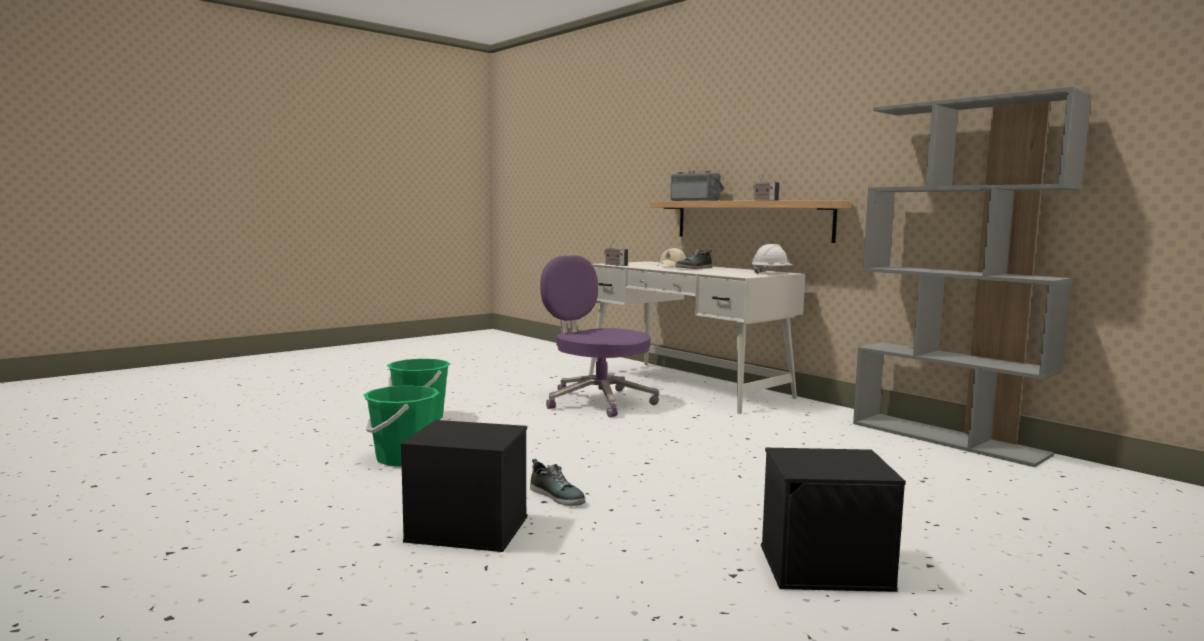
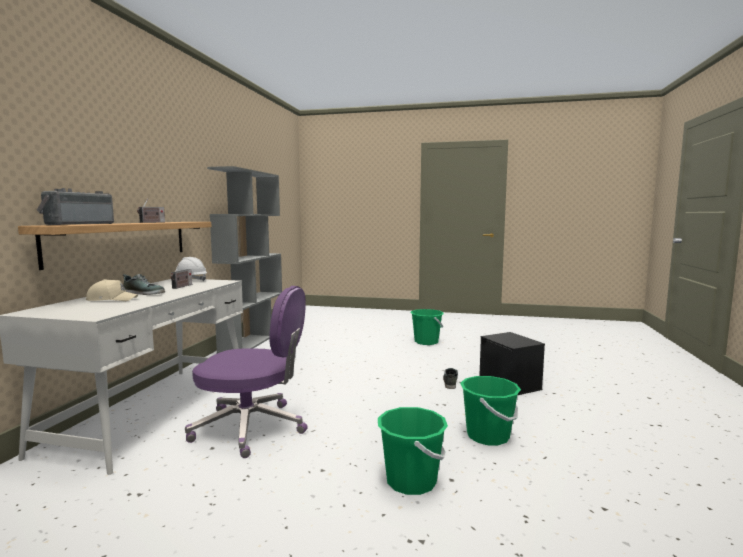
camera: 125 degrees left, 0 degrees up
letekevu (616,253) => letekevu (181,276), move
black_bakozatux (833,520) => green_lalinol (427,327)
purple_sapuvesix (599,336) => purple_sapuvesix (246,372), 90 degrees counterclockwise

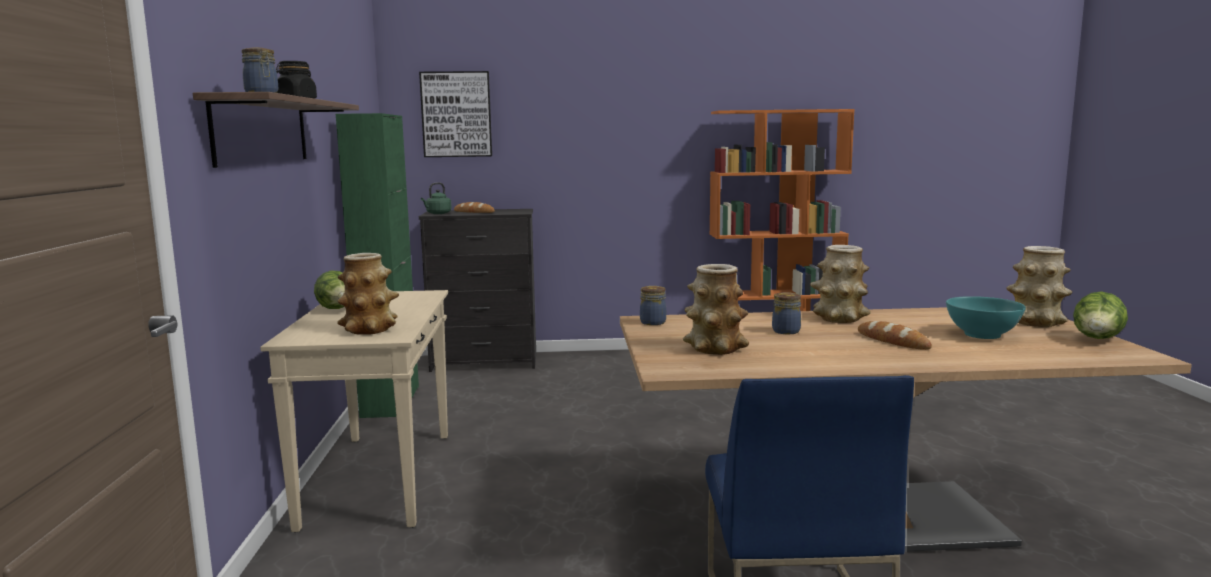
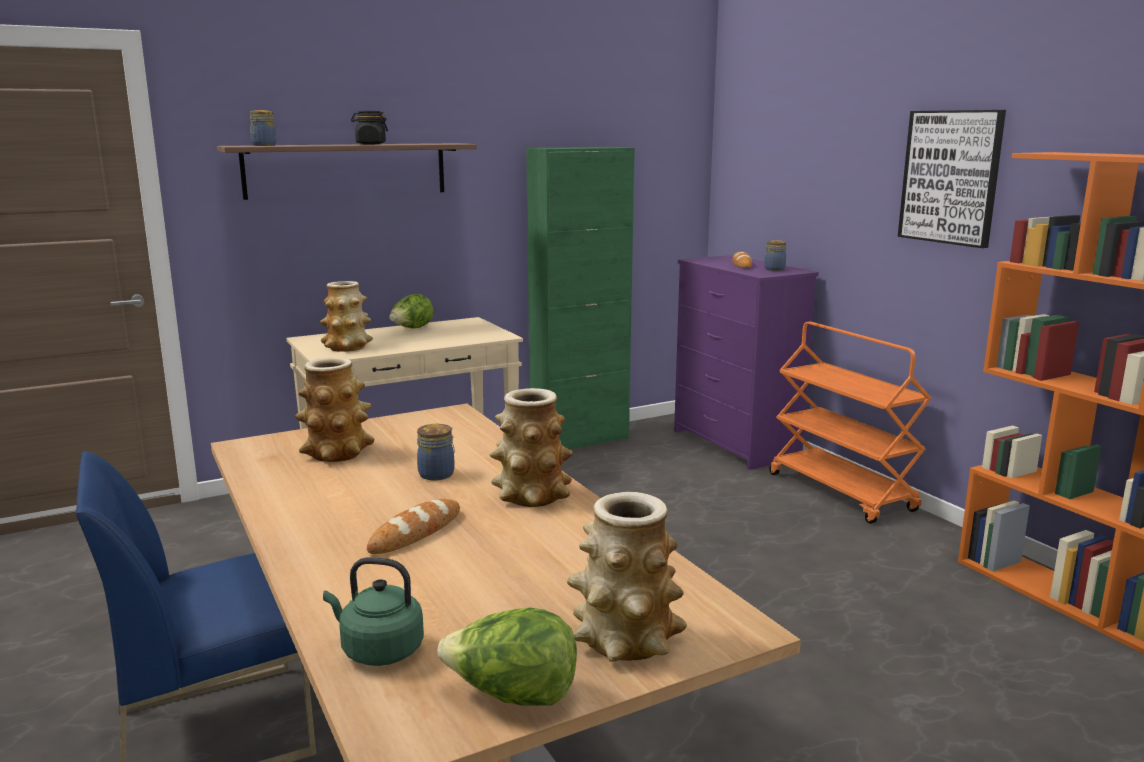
camera: 65 degrees right, 5 degrees up
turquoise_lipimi (986,317) => nothing
nothing => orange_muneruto (850,423)
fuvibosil (455,114) => fuvibosil (952,179), move
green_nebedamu (436,198) => green_nebedamu (373,611), move
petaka (653,305) => petaka (775,255), move
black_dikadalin (477,290) => purple_dikadalin (746,362)

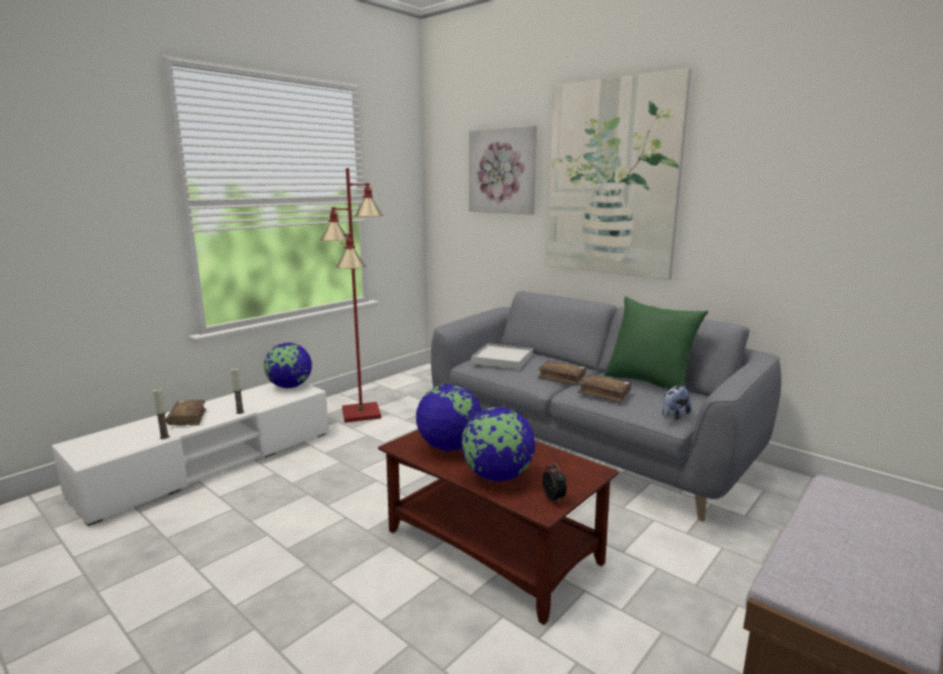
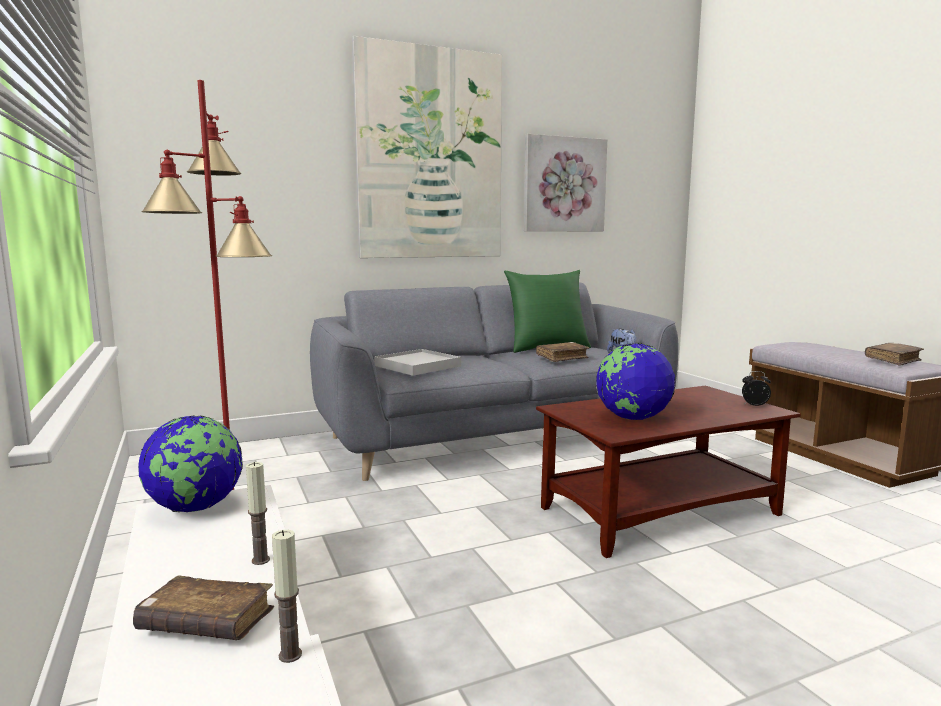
camera: 65 degrees left, 5 degrees down
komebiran (498,444) => nothing
fuvibosil (503,170) => fuvibosil (565,182), move
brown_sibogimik (562,373) => brown_sibogimik (894,354), move

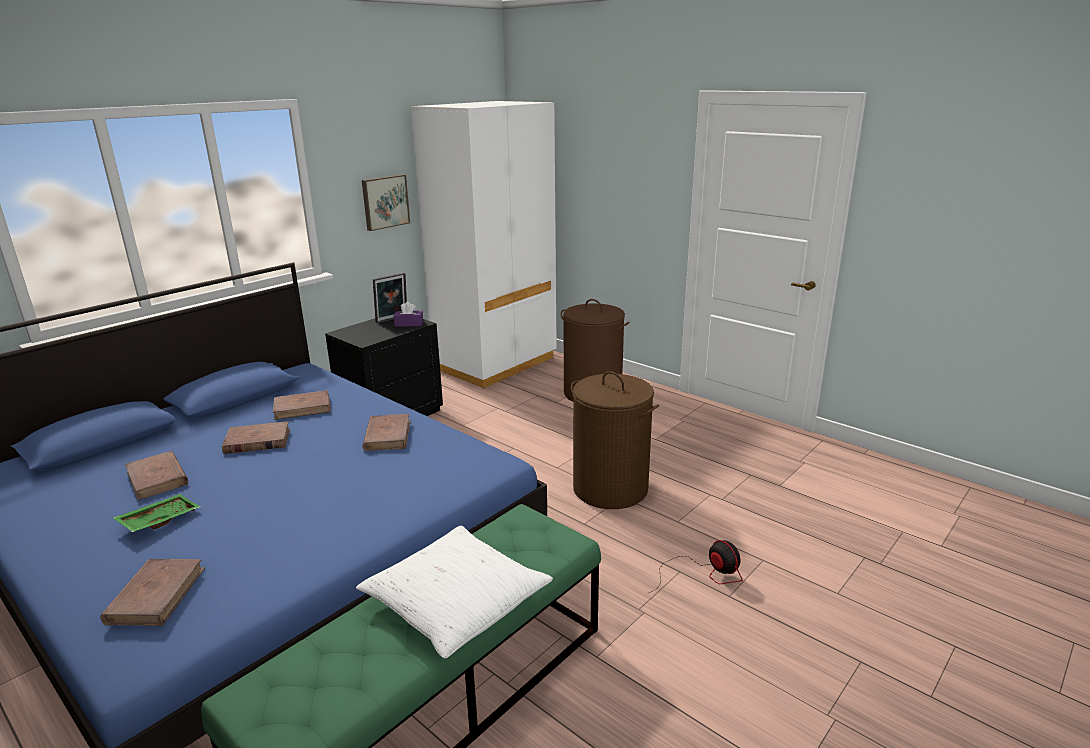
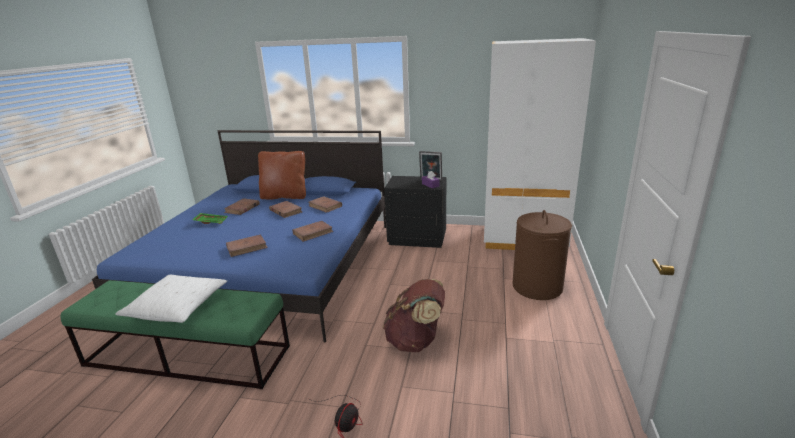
camera: 60 degrees right, 0 degrees up
fuvibosil (386,202) => nothing
nothing => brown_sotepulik (282,175)
brown_sibogimik (152,592) => brown_sibogimik (247,245), move
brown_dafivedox (615,440) => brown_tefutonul (414,315)

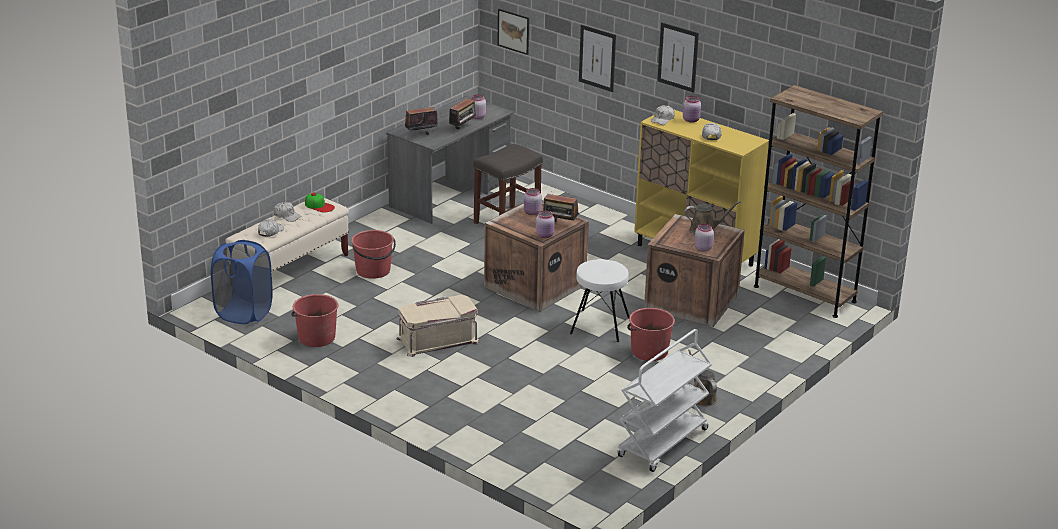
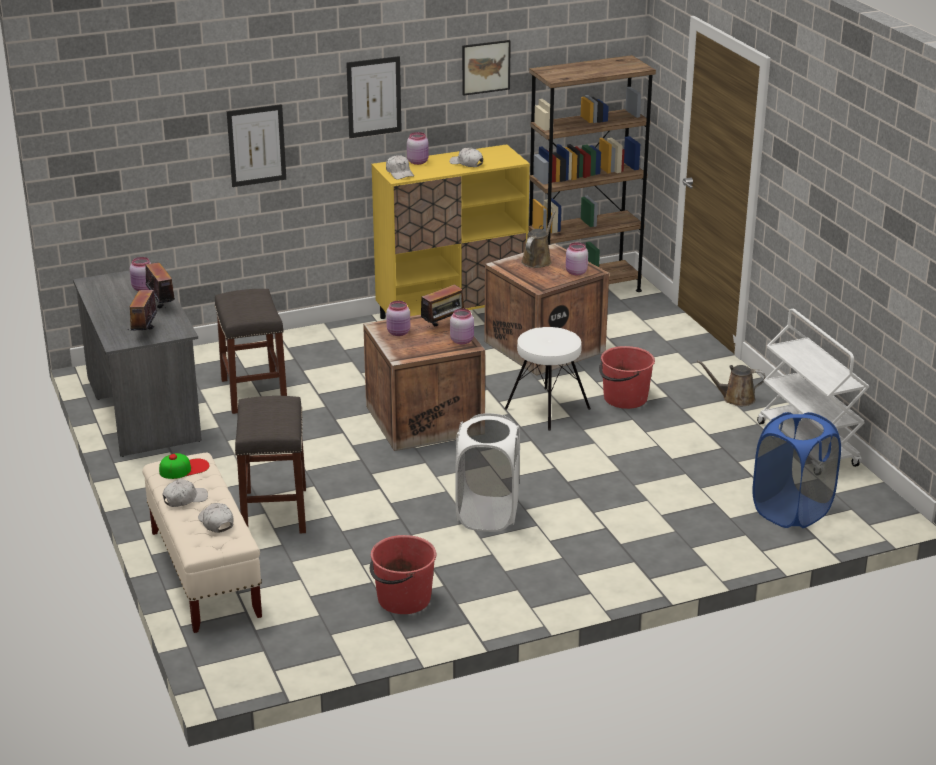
camera: 60 degrees left, 0 degrees up
blue_dafivedox (242,282) => blue_dafivedox (797,470), move
fuvibosil (513,32) => fuvibosil (486,68), move
red_lalinol (373,254) => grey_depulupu (270,464)
beige_bakozatux (438,326) => white_dafivedox (487,472)

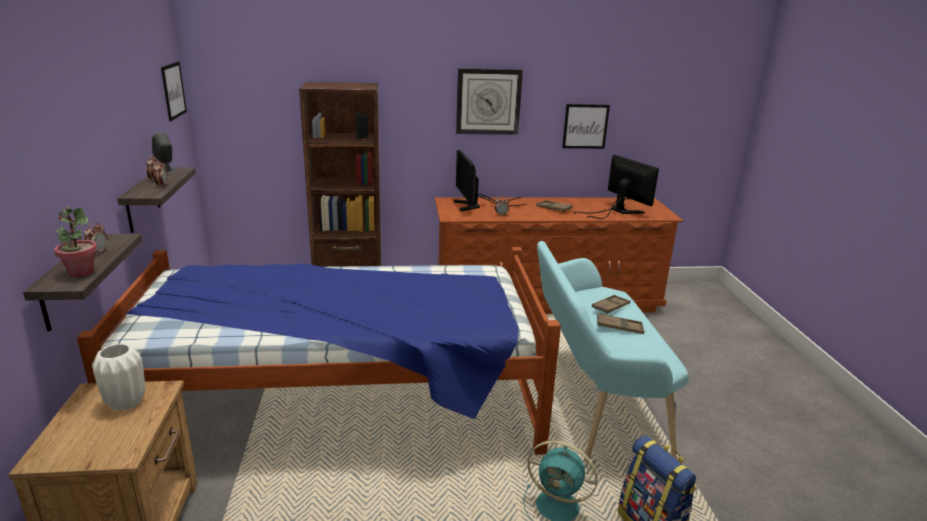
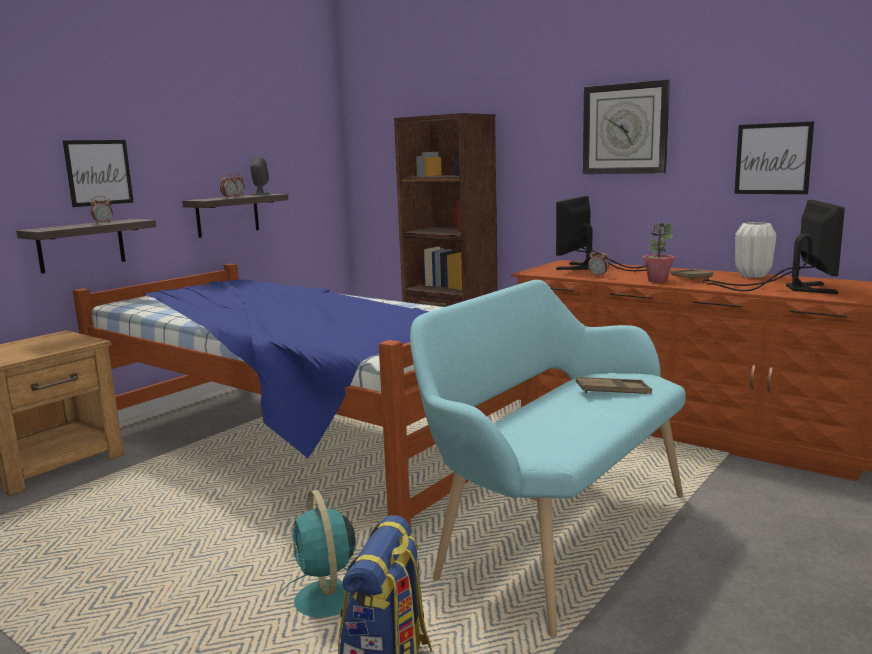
camera: 45 degrees right, 10 degrees down
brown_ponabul (620,323) => nothing
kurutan (75,242) => kurutan (659,253), move
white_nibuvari (119,377) => white_nibuvari (755,250), move
fuvibosil (174,91) => fuvibosil (98,173), move

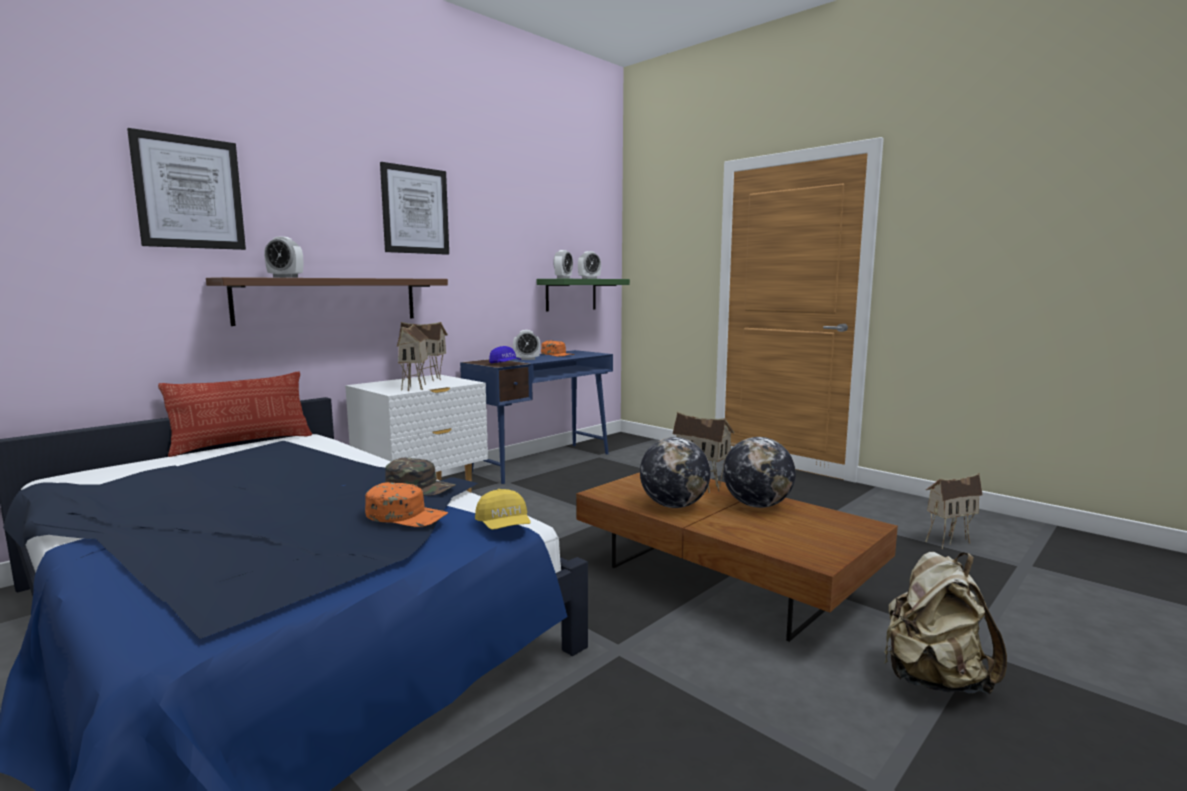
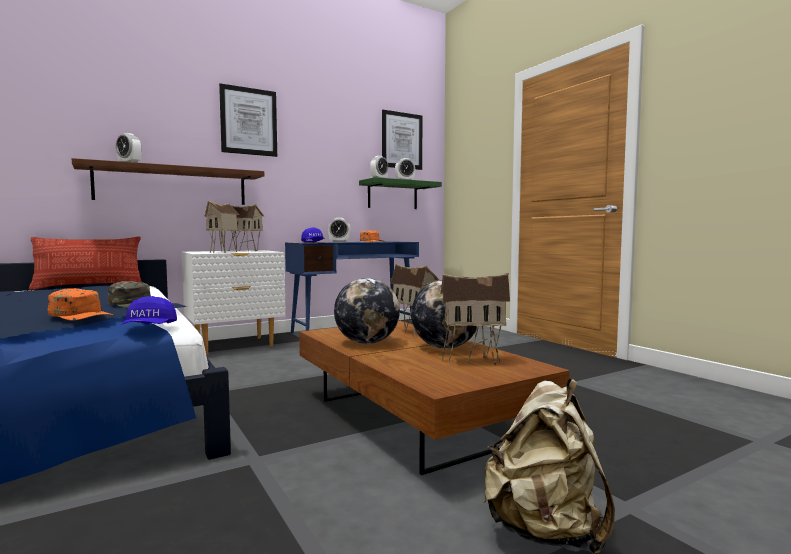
camera: 15 degrees right, 5 degrees down
fuvibosil (186,189) => fuvibosil (402,140), move
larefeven (954,511) => larefeven (475,320), move
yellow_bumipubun (503,509) => blue_bumipubun (149,310)

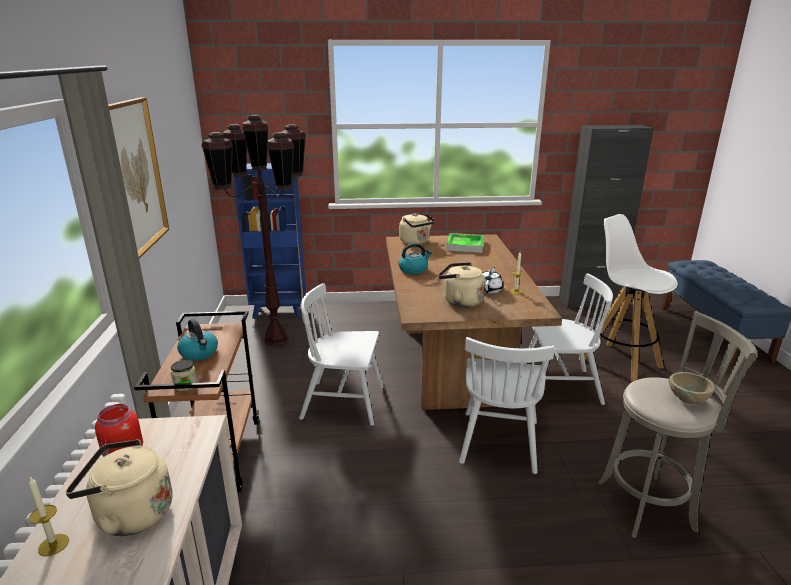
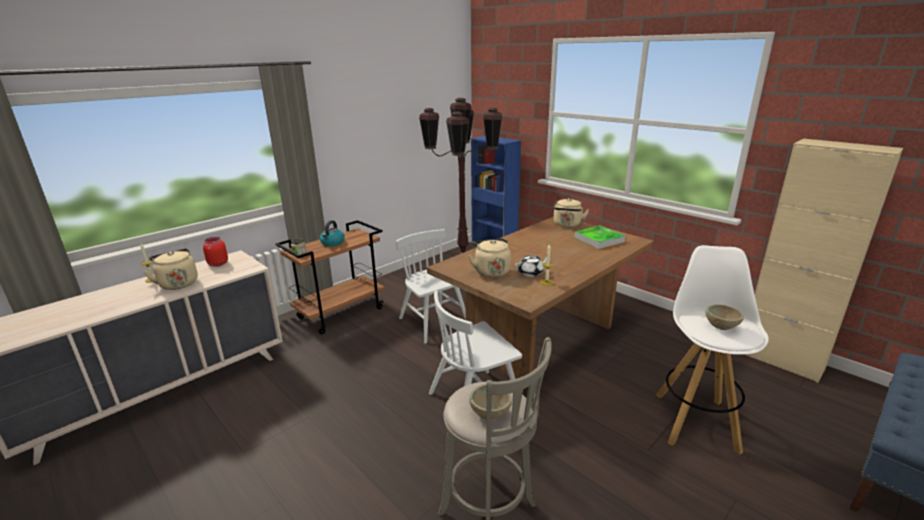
camera: 50 degrees right, 0 degrees up
fuvibosil (138,178) => nothing
nebedamu (415,258) => nothing
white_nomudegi (568,339) => nothing
nothing => beige_lipimi (724,317)
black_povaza (606,216) => beige_povaza (823,260)

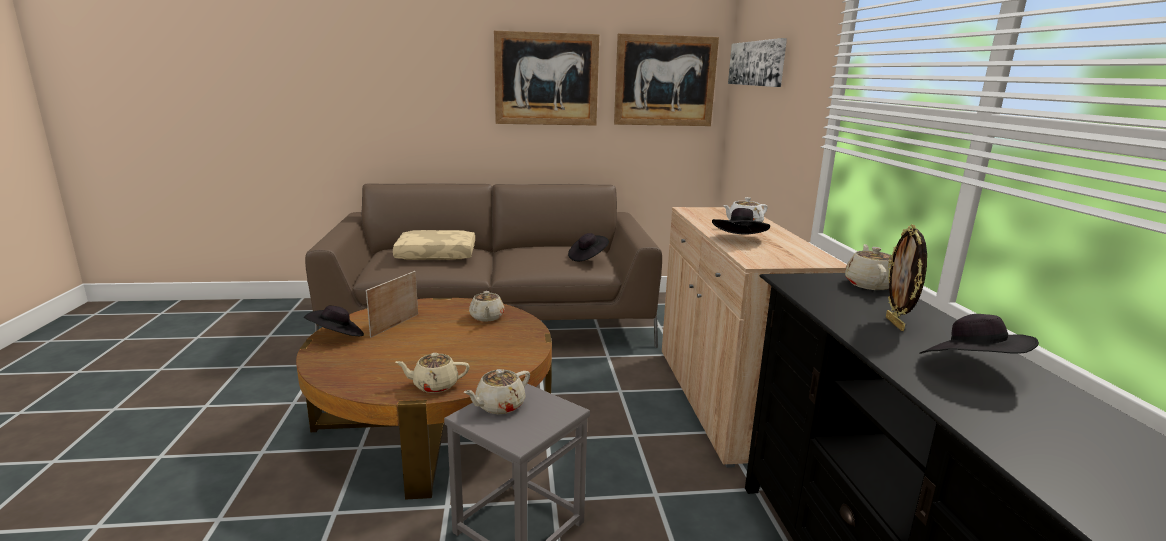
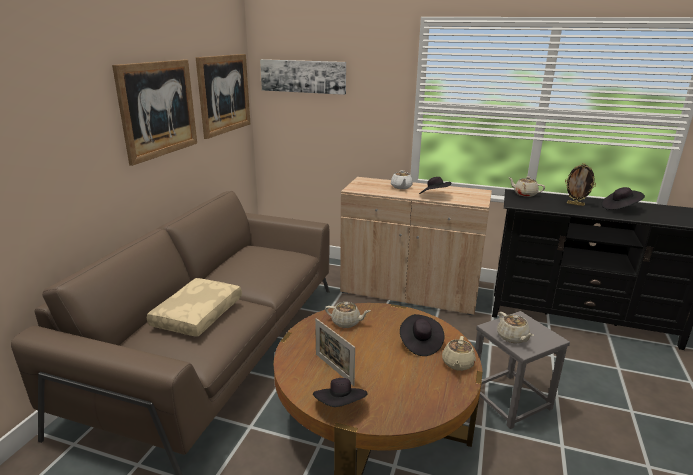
camera: 65 degrees left, 5 degrees up
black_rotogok (588,247) => black_rotogok (422,335), move

